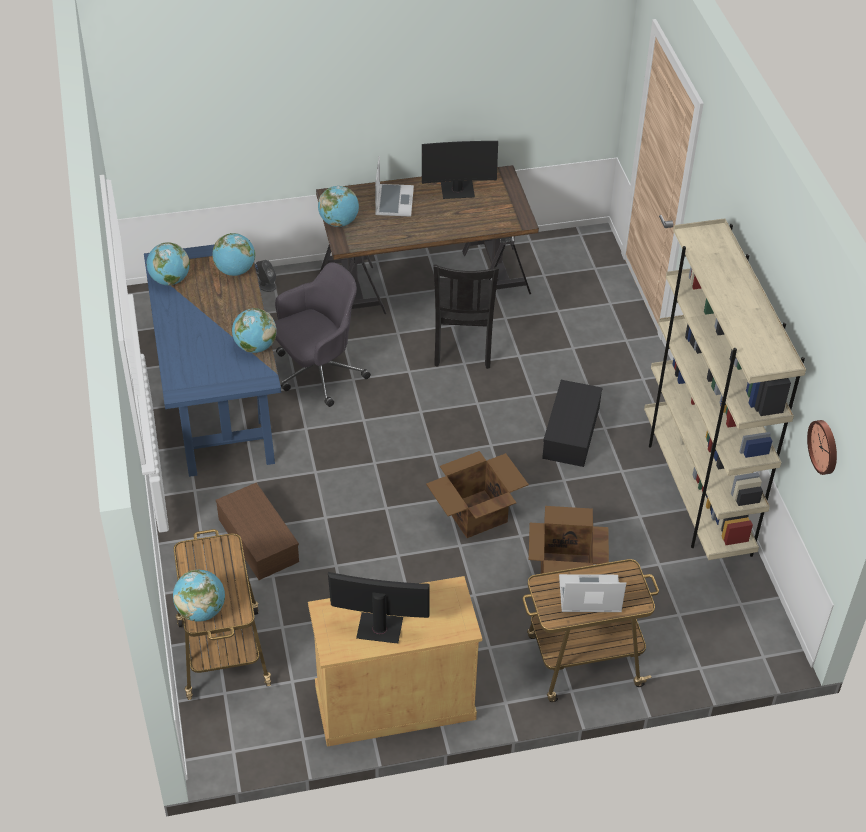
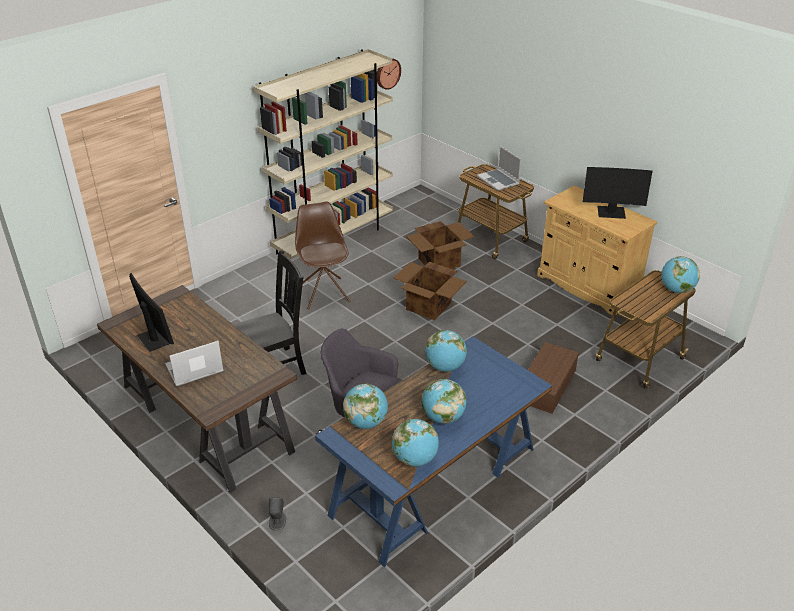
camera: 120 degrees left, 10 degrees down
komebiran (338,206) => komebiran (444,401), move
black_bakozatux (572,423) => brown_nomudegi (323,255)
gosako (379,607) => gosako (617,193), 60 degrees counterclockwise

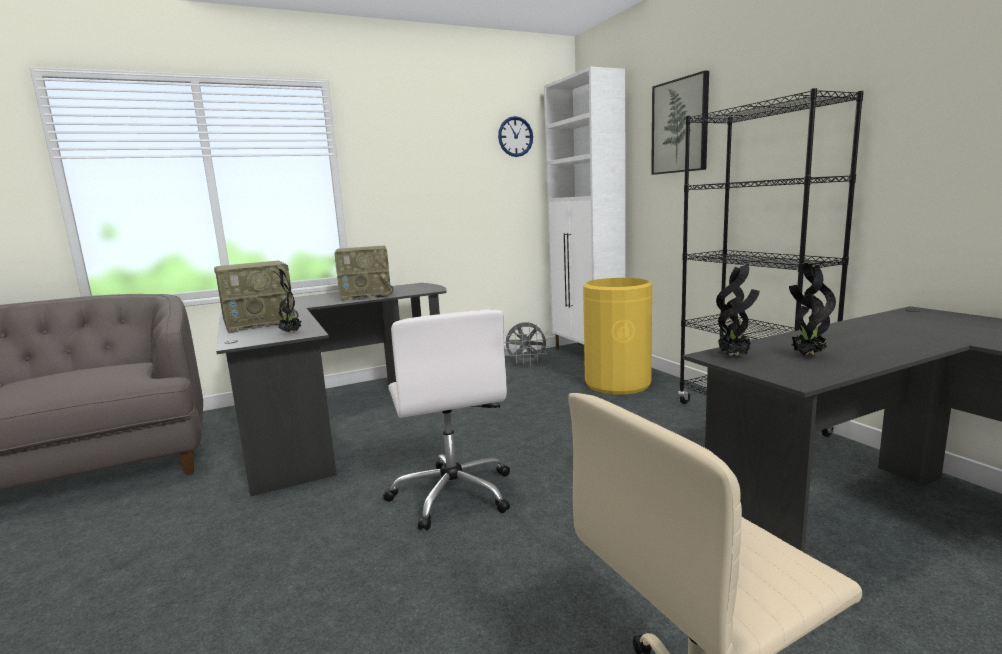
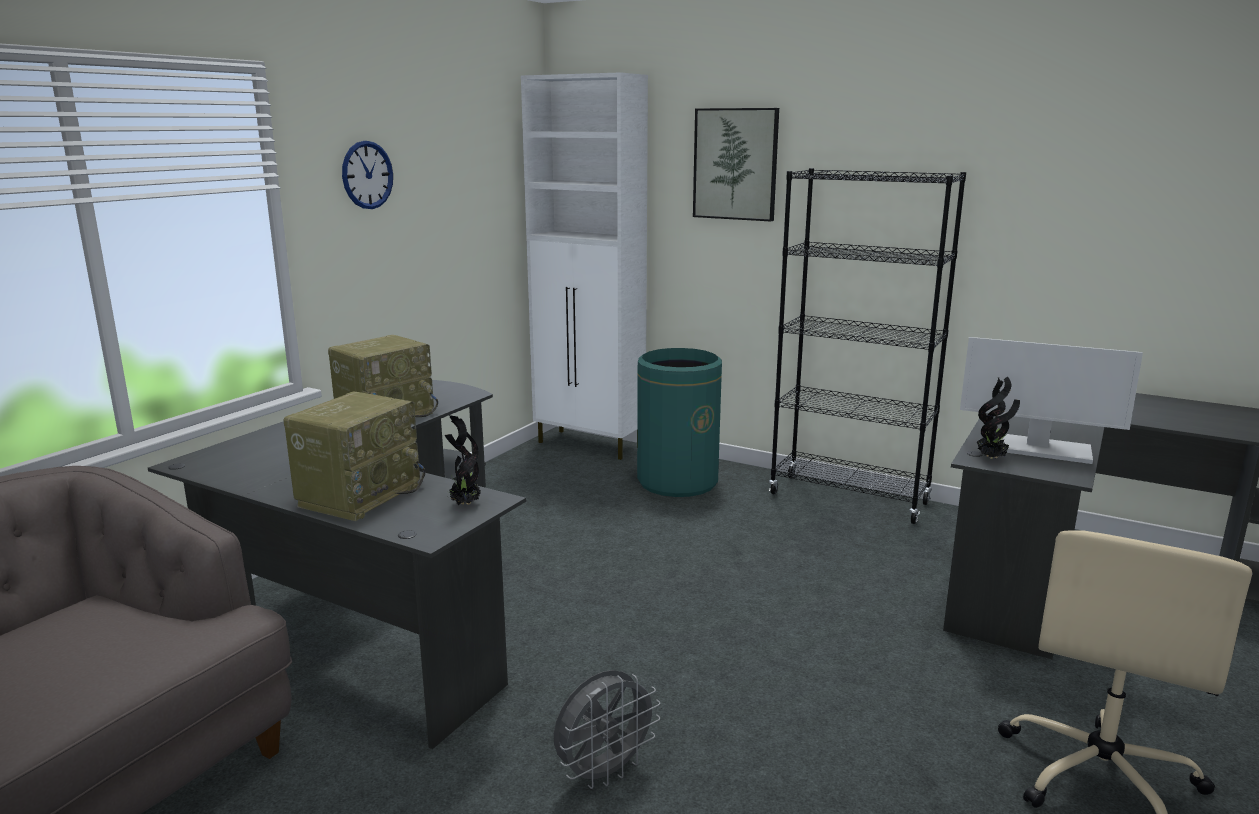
camera: 35 degrees left, 5 degrees up
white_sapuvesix (446,420) => nothing
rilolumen (515,136) => rilolumen (367,175), move
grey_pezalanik (526,344) => grey_pezalanik (607,729), move
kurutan (812,309) => gosako (1051,400)
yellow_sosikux (617,336) => green_sosikux (679,422)

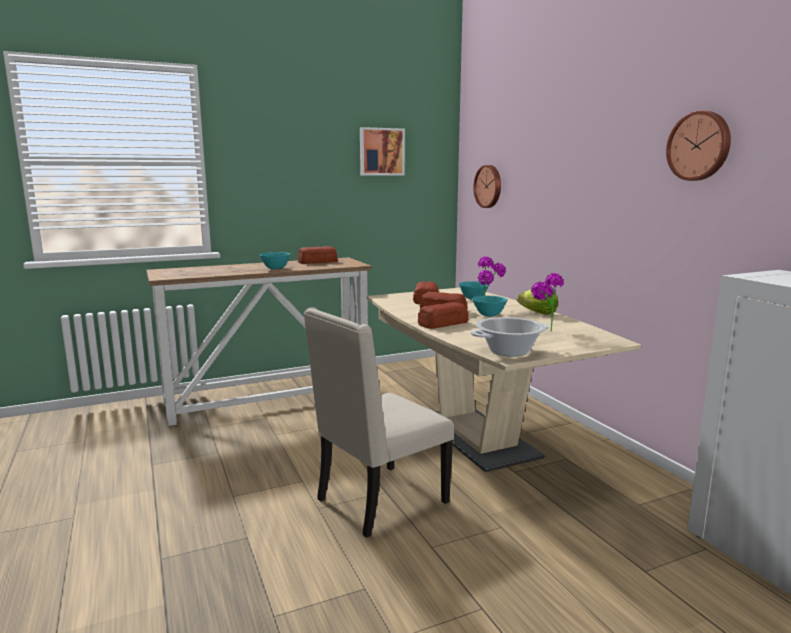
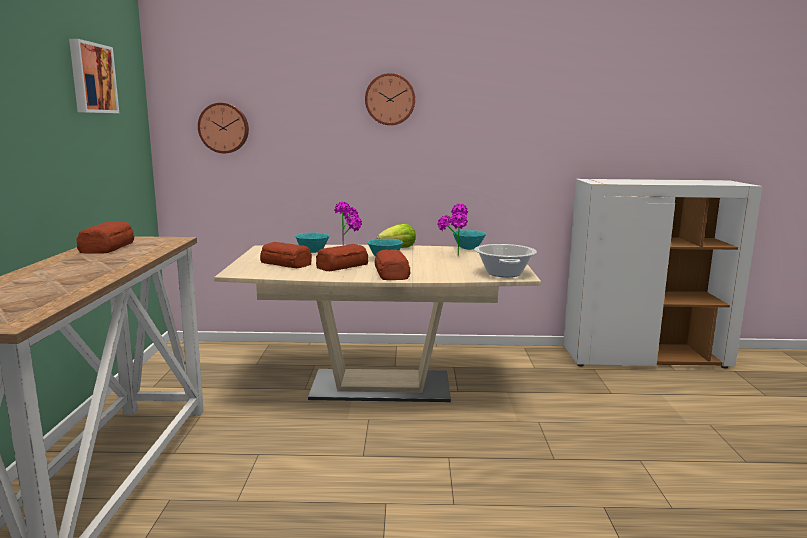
camera: 65 degrees left, 0 degrees up
beige_nomudegi (378,422) => nothing
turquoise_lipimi (275,261) => turquoise_lipimi (469,240), move
rilolumen (698,146) => rilolumen (390,99), move

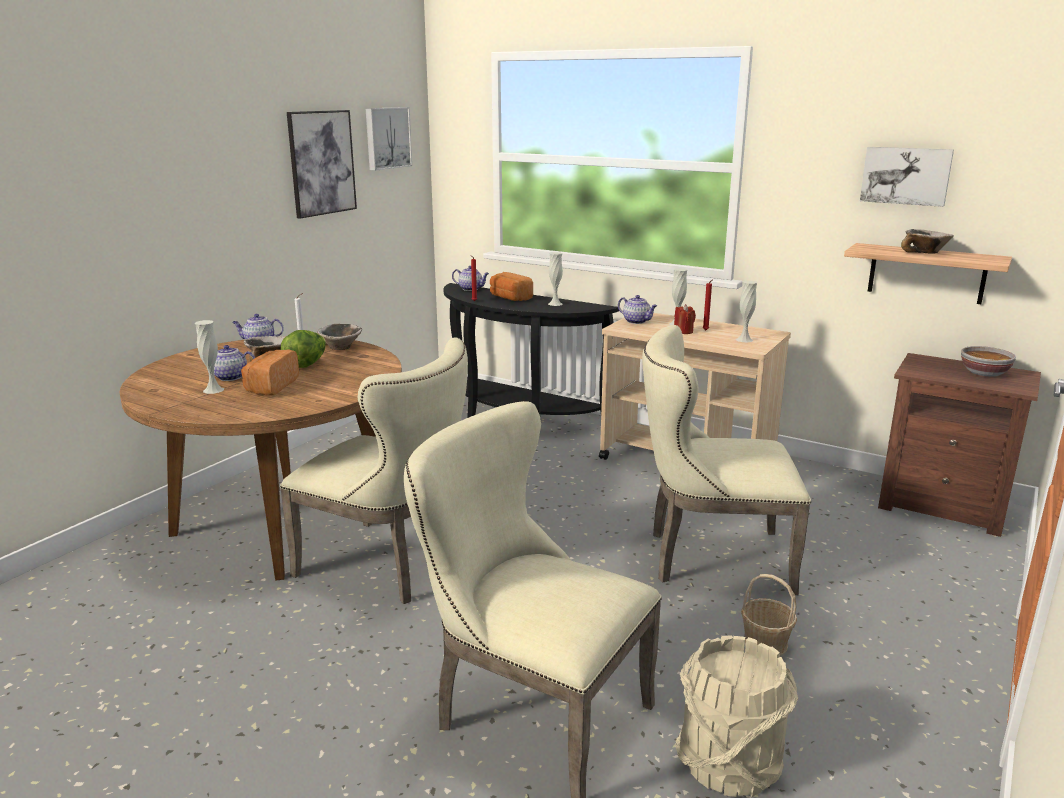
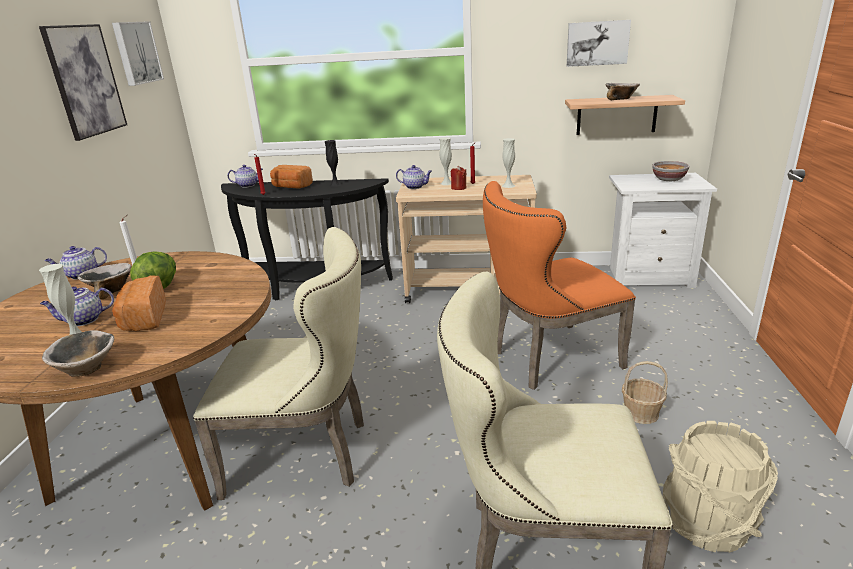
camera: 25 degrees left, 5 degrees up
lipimi (339,337) => lipimi (78,353), move
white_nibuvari (555,279) => black_nibuvari (333,163)
beige_nomudegi (726,460) => orange_nomudegi (559,285)
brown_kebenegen (959,445) => white_kebenegen (663,230)

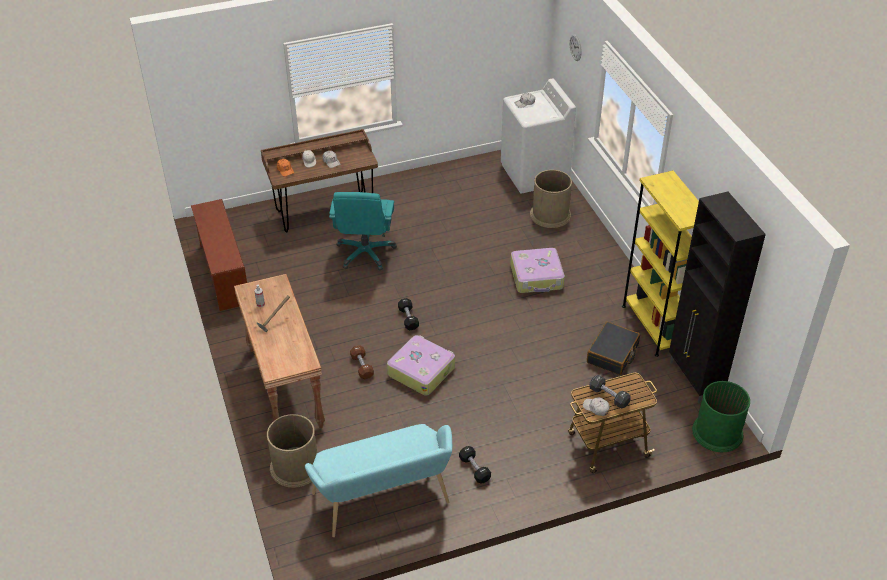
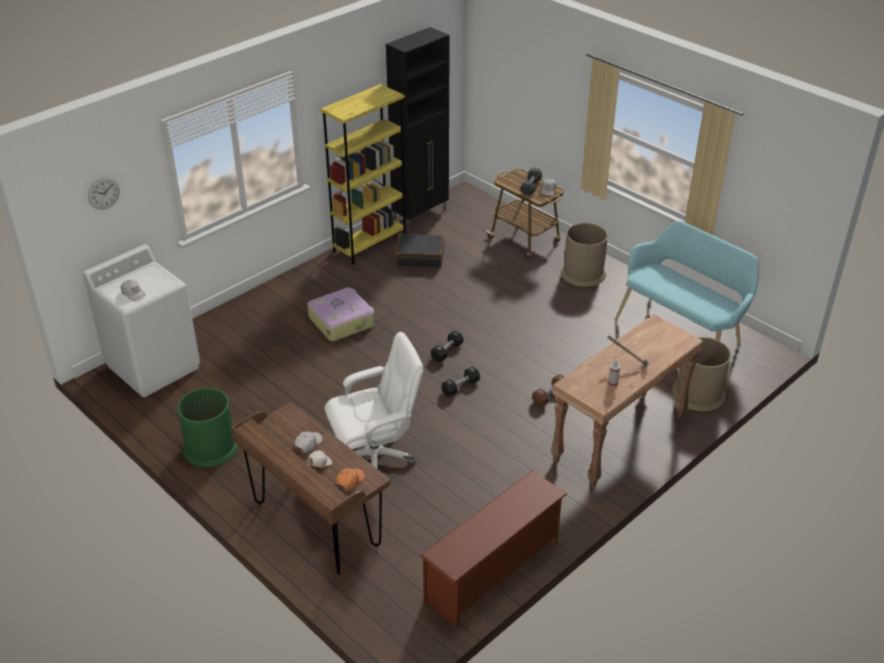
camera: 115 degrees left, 5 degrees down
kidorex (421,365) => nothing
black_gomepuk (475,465) => black_gomepuk (447,346), move
brown_sosikux (551,199) => brown_sosikux (584,255), move
green_sosikux (721,416) => green_sosikux (208,427), move
turquoise_sapuvesix (363,231) => white_sapuvesix (374,400)

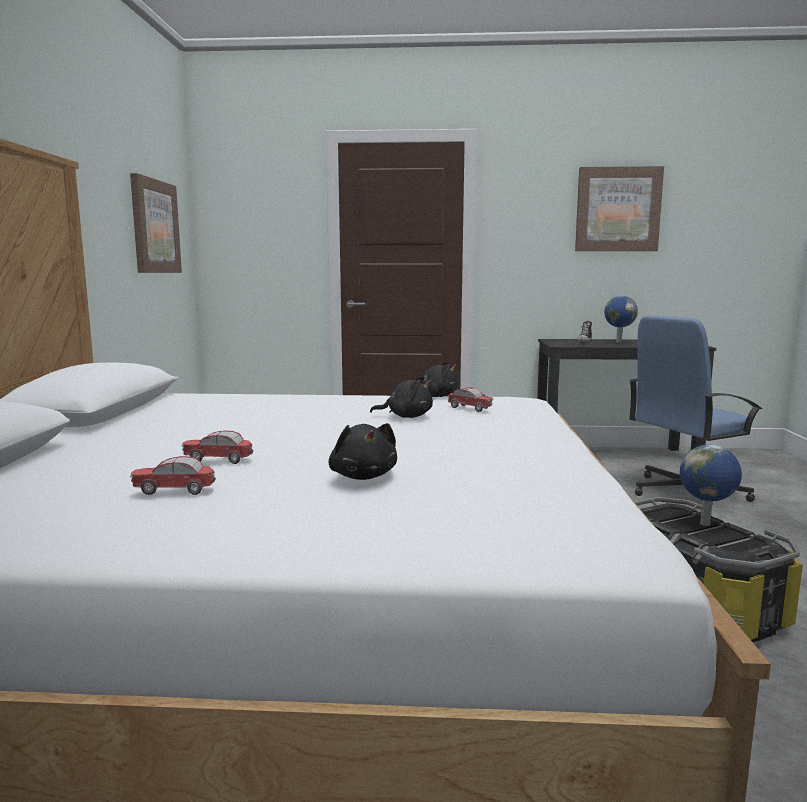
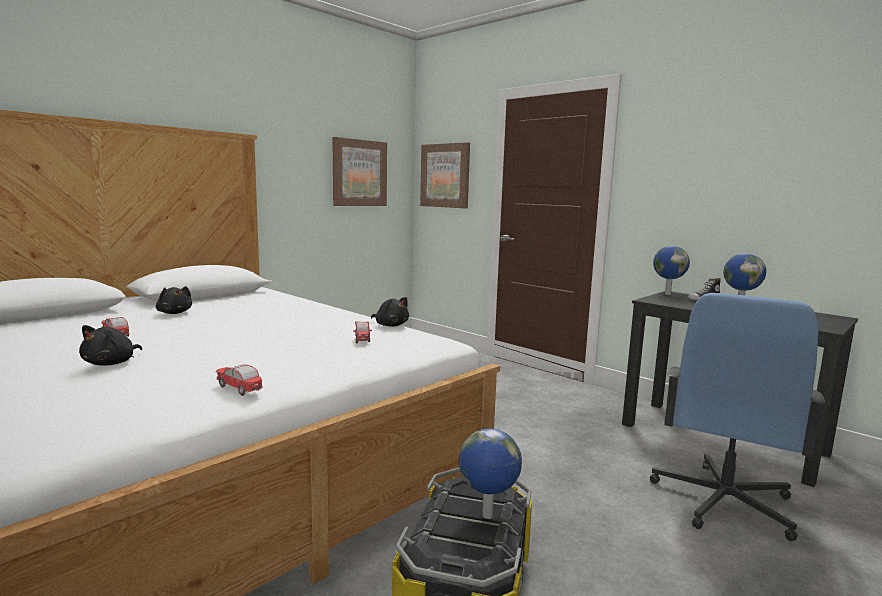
camera: 40 degrees right, 0 degrees up
nothing => komebiran (671,270)
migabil (173,475) => migabil (239,380), move
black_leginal (401,397) => black_leginal (174,300), move
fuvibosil (619,208) => fuvibosil (445,175), move
blue_sapuvesix (695,408) => blue_sapuvesix (737,417), 75 degrees counterclockwise

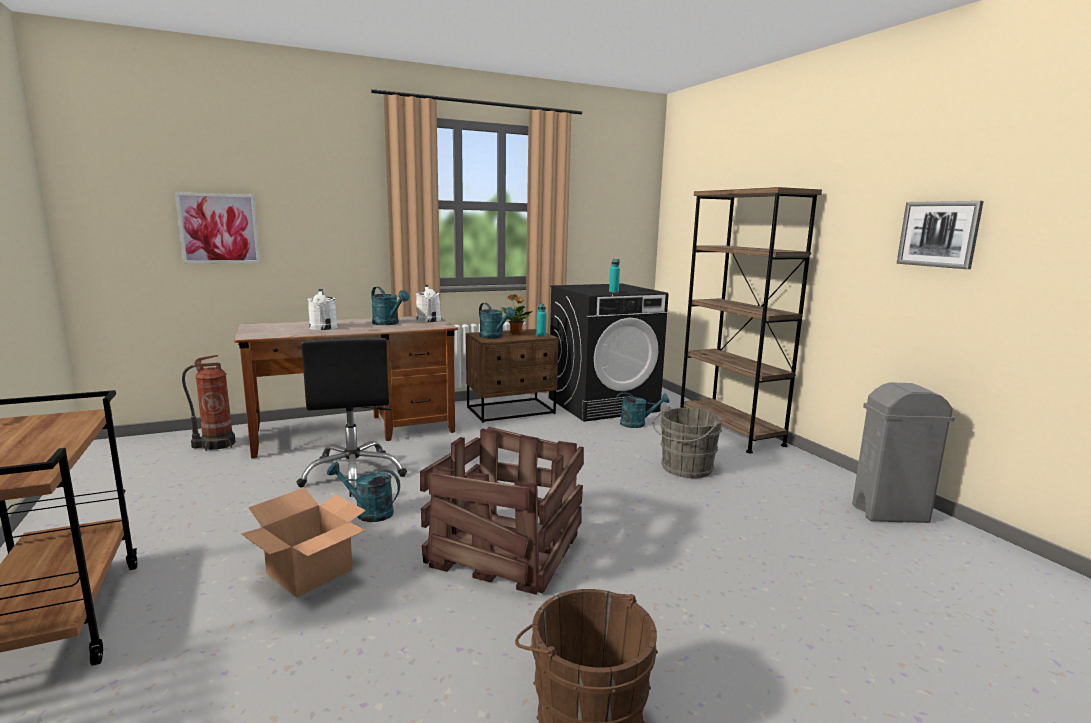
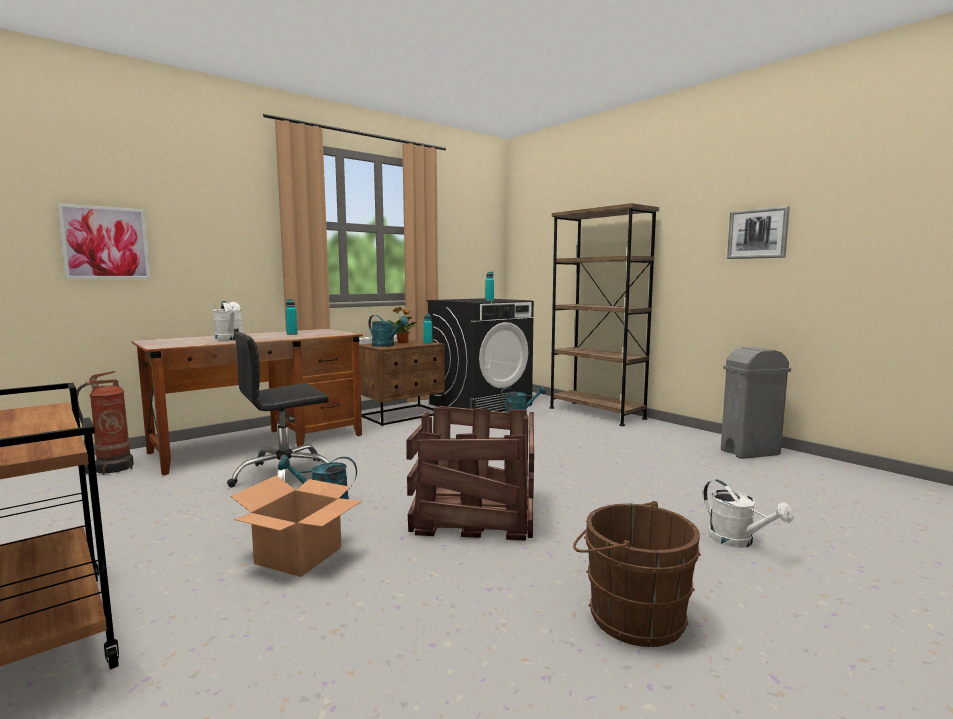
camera: 15 degrees left, 5 degrees down
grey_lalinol (687,442) => nothing
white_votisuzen (428,303) => white_votisuzen (748,513), move
turquoise_votisuzen (390,306) => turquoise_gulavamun (291,317)
black_sapuvesix (351,417) => black_sapuvesix (278,410), 90 degrees clockwise

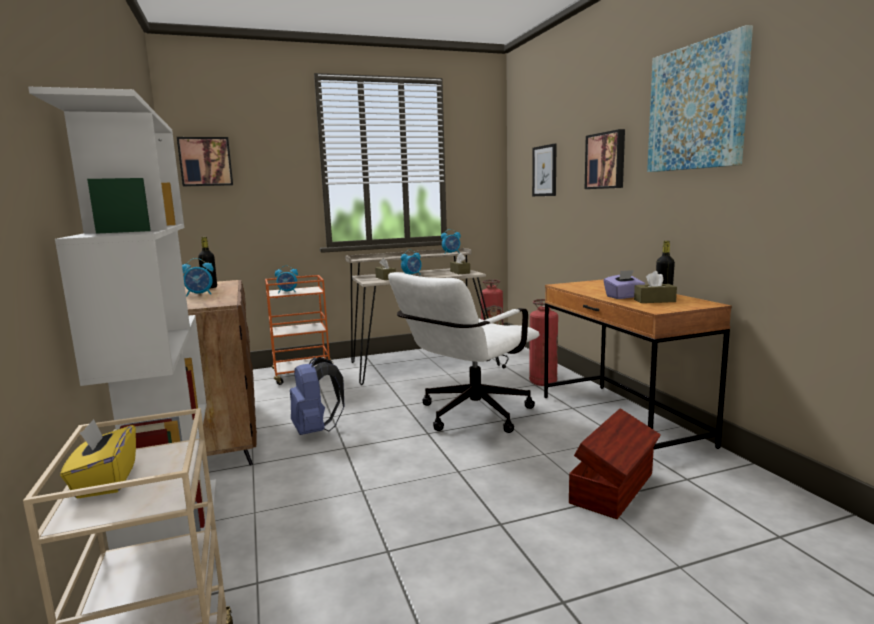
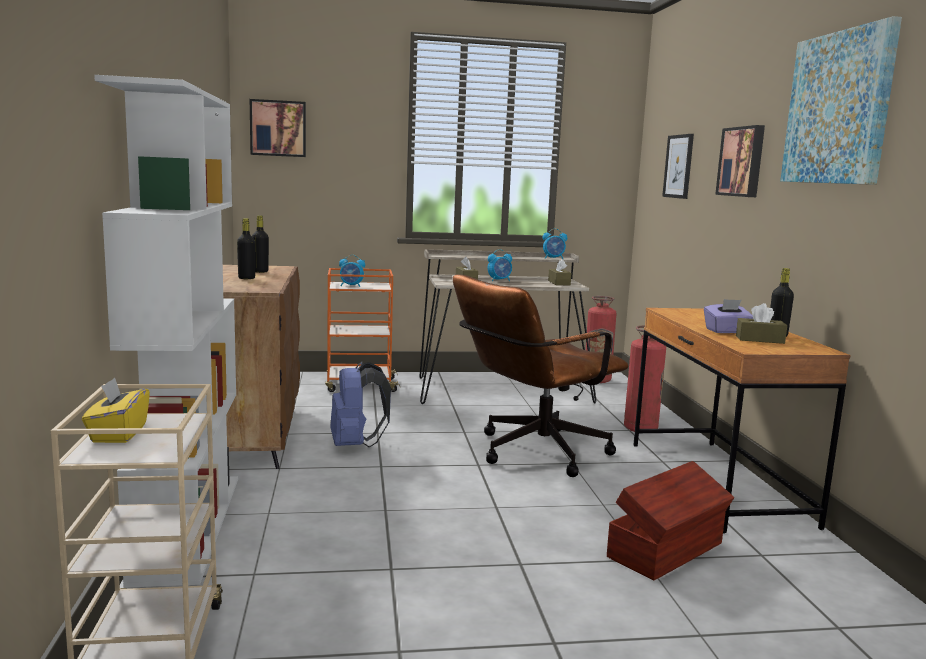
camera: 10 degrees right, 0 degrees up
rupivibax (197,277) => black_gulavamun (246,248)
white_sapuvesix (464,352) => brown_sapuvesix (541,376)

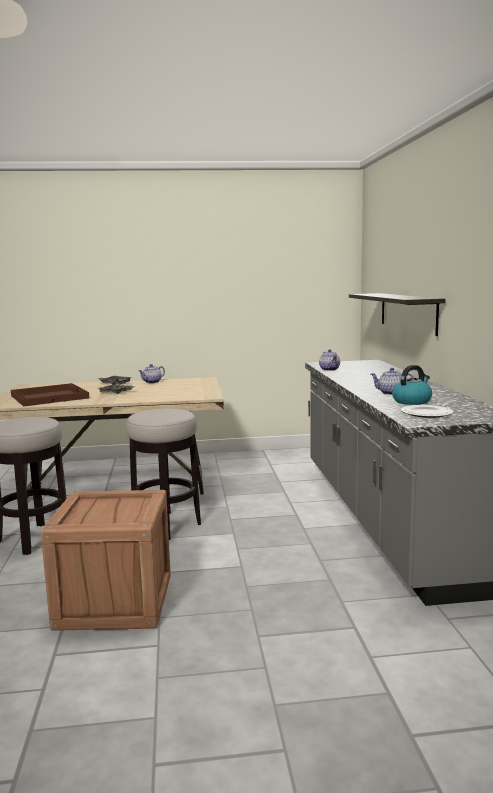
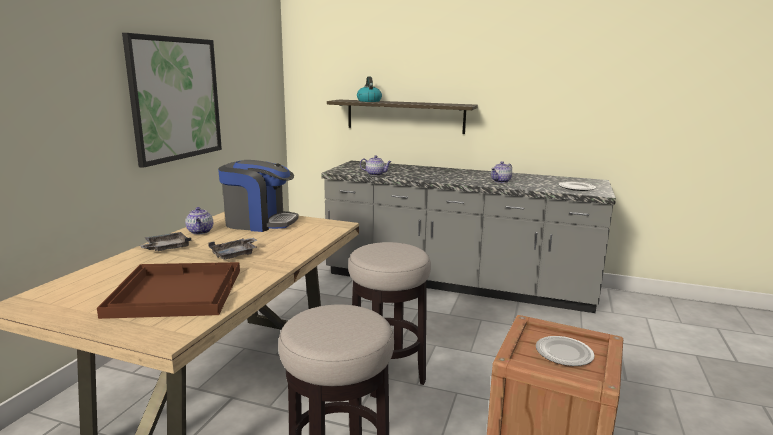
camera: 65 degrees left, 5 degrees up
nothing => fuvibosil (172,100)
nothing => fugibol (258,196)
nothing => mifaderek (565,351)
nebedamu (412,385) => nebedamu (369,89), move

